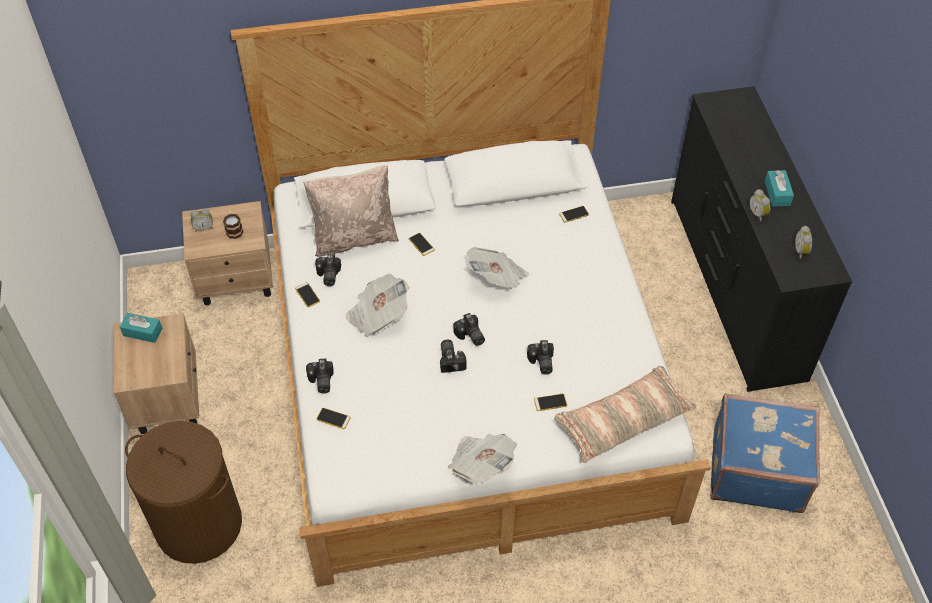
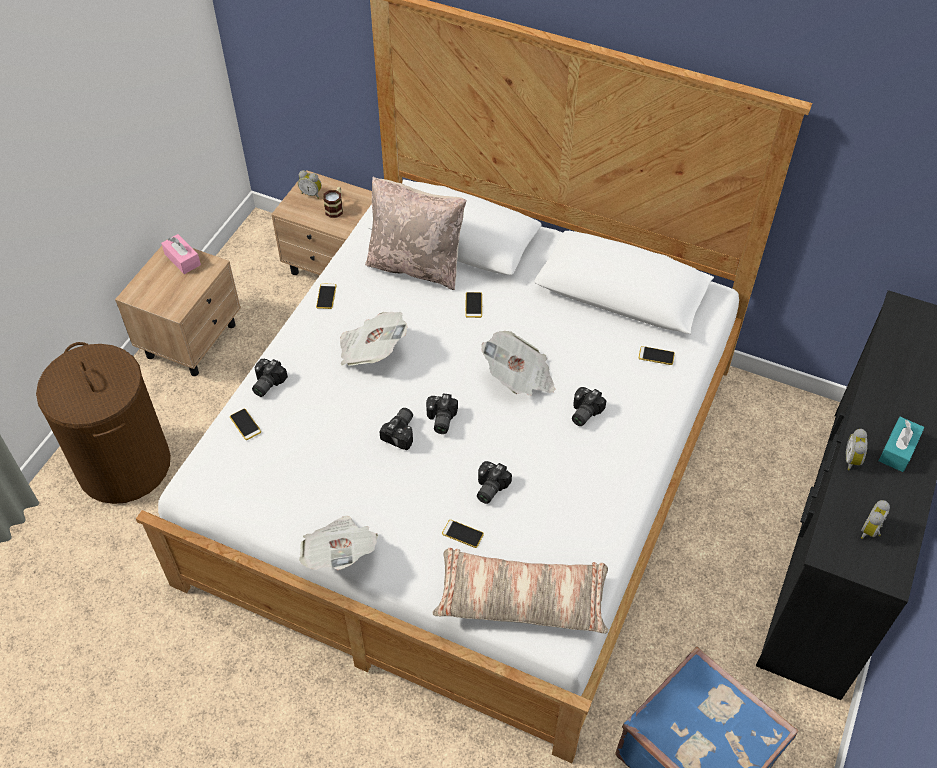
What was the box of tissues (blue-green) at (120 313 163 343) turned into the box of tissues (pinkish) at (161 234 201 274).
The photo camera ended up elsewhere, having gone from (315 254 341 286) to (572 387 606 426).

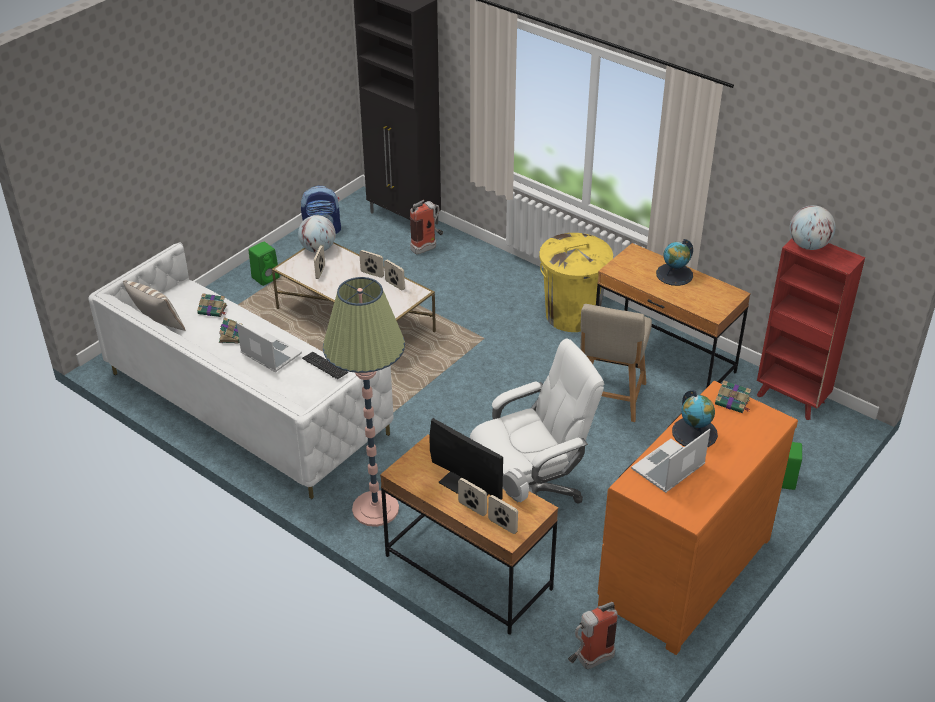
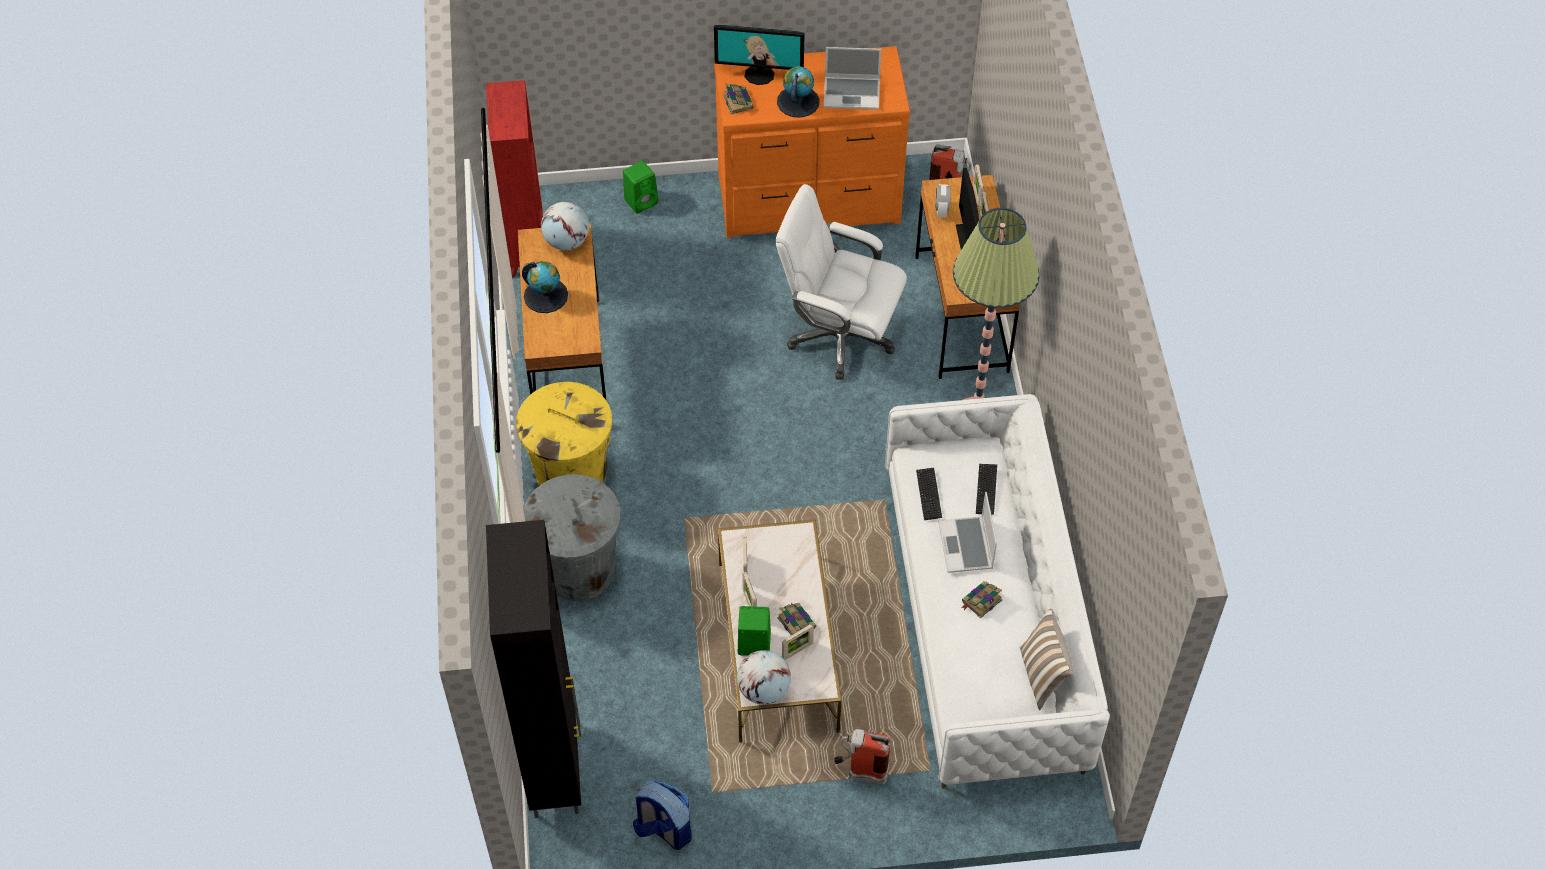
The volume ended up elsewhere, having gone from (197 293 227 317) to (777 603 816 635).
The audio speaker (green) ended up elsewhere, having gone from (249 242 280 286) to (738 606 771 656).
The fire extinguisher ended up elsewhere, having gone from (410 200 443 255) to (834 729 890 784).
The second view lost the plain chair (beige-coloured) at (580 304 652 422).
The globe ended up elsewhere, having gone from (790 205 835 250) to (541 202 589 250).
The second view gained the waste bin (grey) at (523 474 621 601).
The second view gained the computer screen at (714 25 805 85).
The second view gained the PC keyboard at (976 464 997 515).

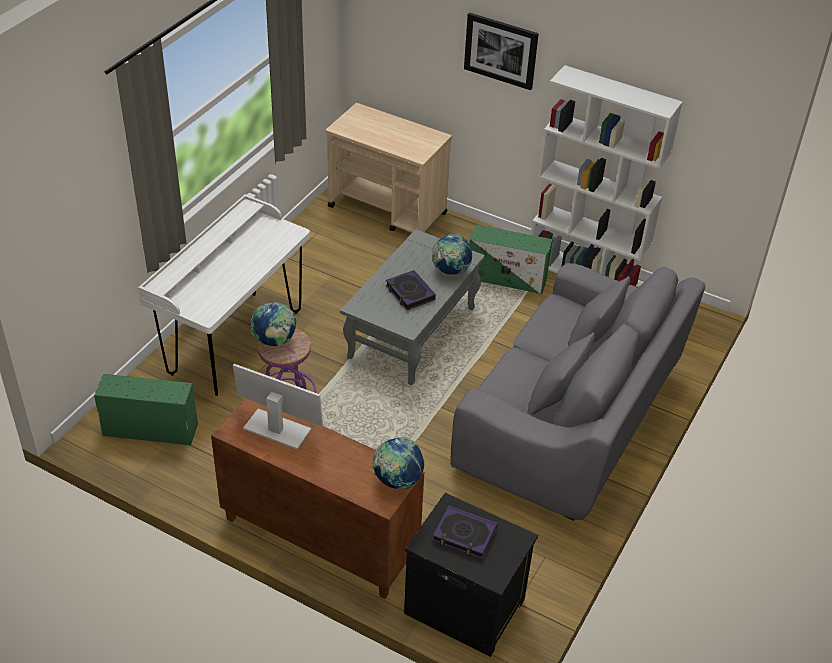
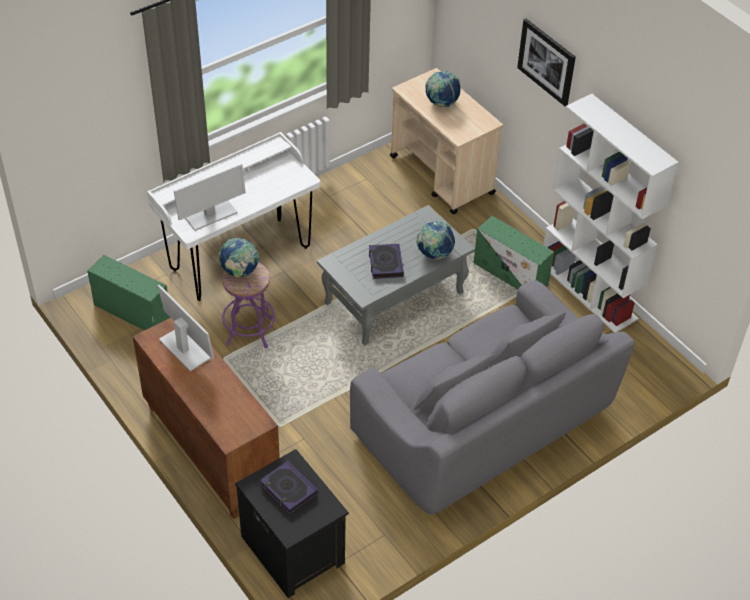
The globe ended up elsewhere, having gone from (372 437 424 489) to (425 71 460 108).
The second view gained the computer screen at (174 163 246 231).

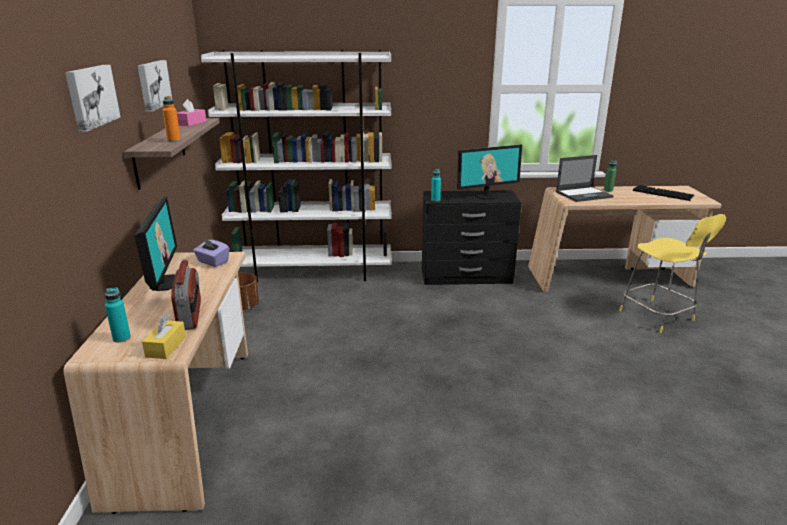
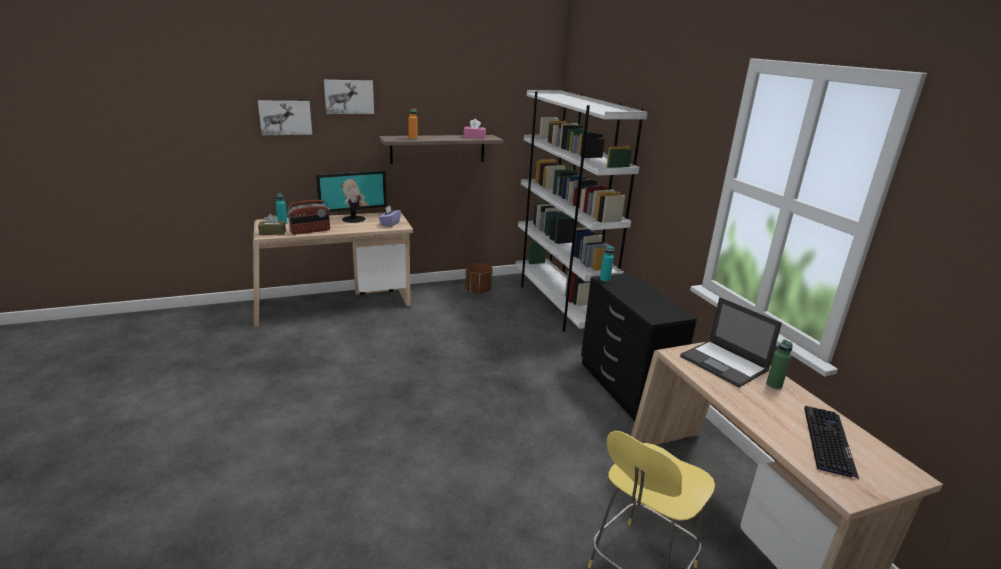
The wall picture ended up elsewhere, having gone from (138 60 172 112) to (258 101 312 135).
What was the box of tissues (yellow-coloured) at (142 314 186 359) turned into the box of tissues (brown-coloured) at (258 214 286 235).
The second view lost the computer screen at (457 144 522 200).

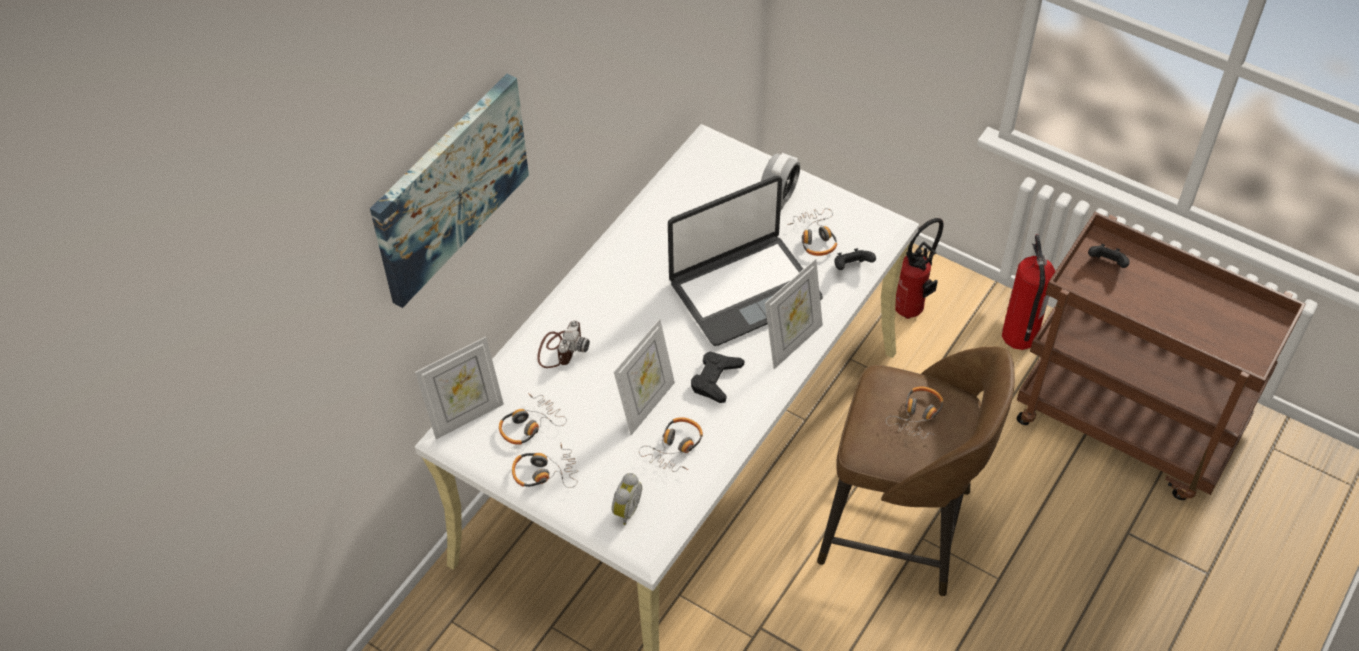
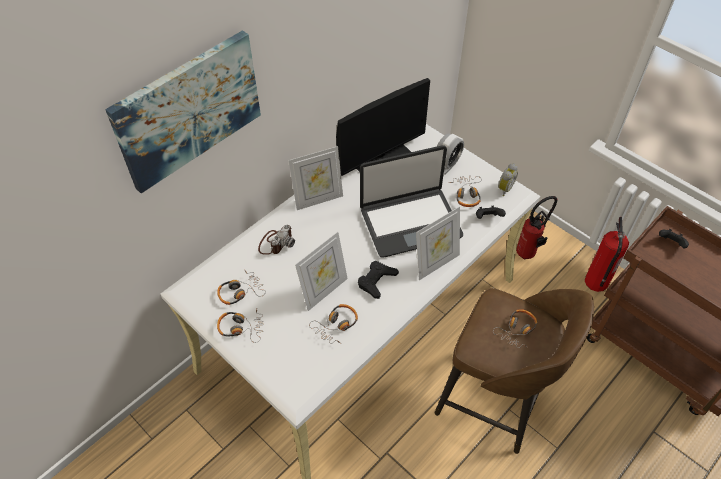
The standing frame ended up elsewhere, having gone from (415 337 504 439) to (289 146 343 210).
The table clock ended up elsewhere, having gone from (612 473 642 525) to (498 163 518 196).
The second view gained the computer screen at (336 78 430 176).

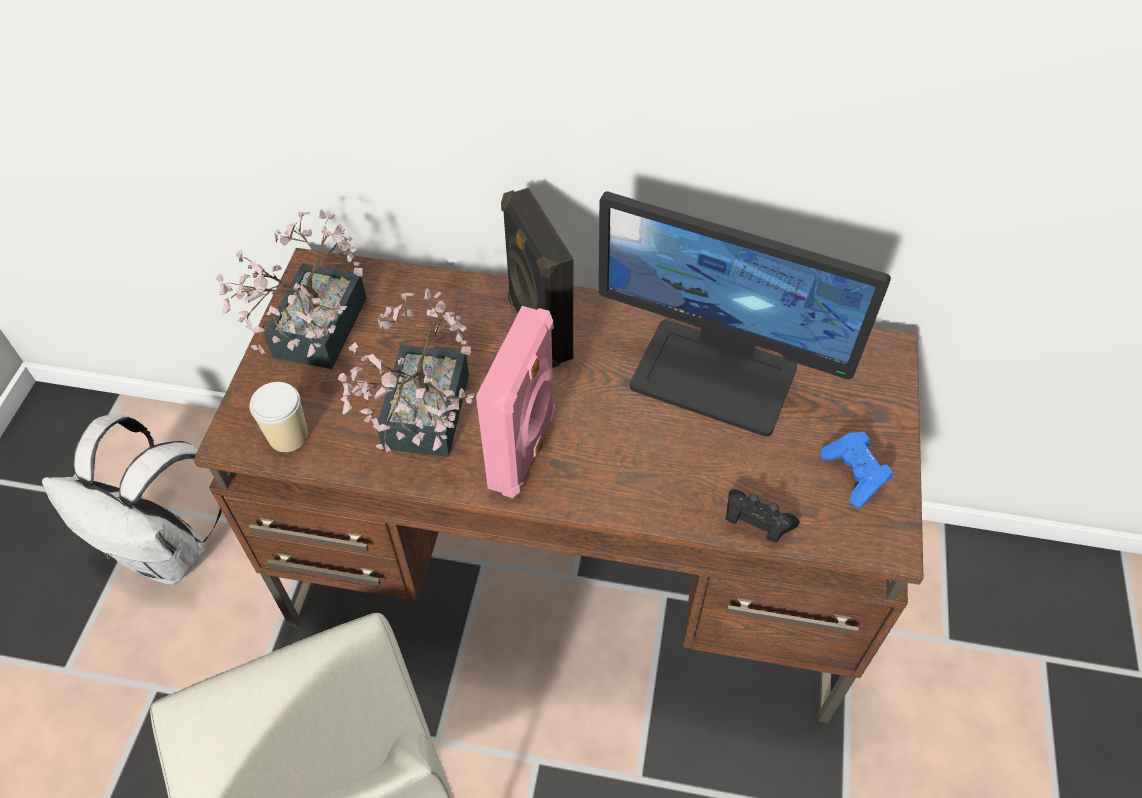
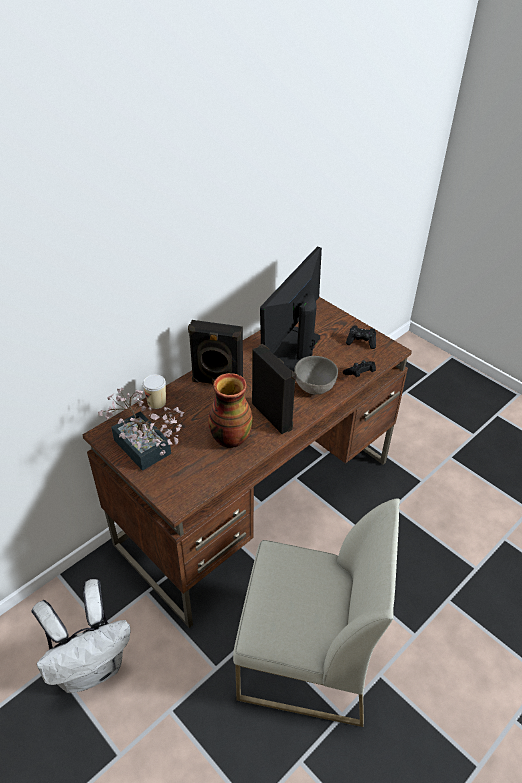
The small cup ended up elsewhere, having gone from (249 382 308 452) to (143 374 166 409).
Where the houseplant stood at (338 288 475 457), the decorative vase came to stand at (208 373 253 448).
What was the audio speaker (pinkish) at (476 306 555 498) turned into the audio speaker (blackish) at (252 344 297 434).
The computer screen at (599 191 891 437) ended up facing another way, 150 degrees clockwise from before.
What was the joypad (bluish) at (820 431 893 508) turned into the joypad (blackish) at (346 325 376 349).
The second view gained the deep dish (grey) at (294 356 338 395).

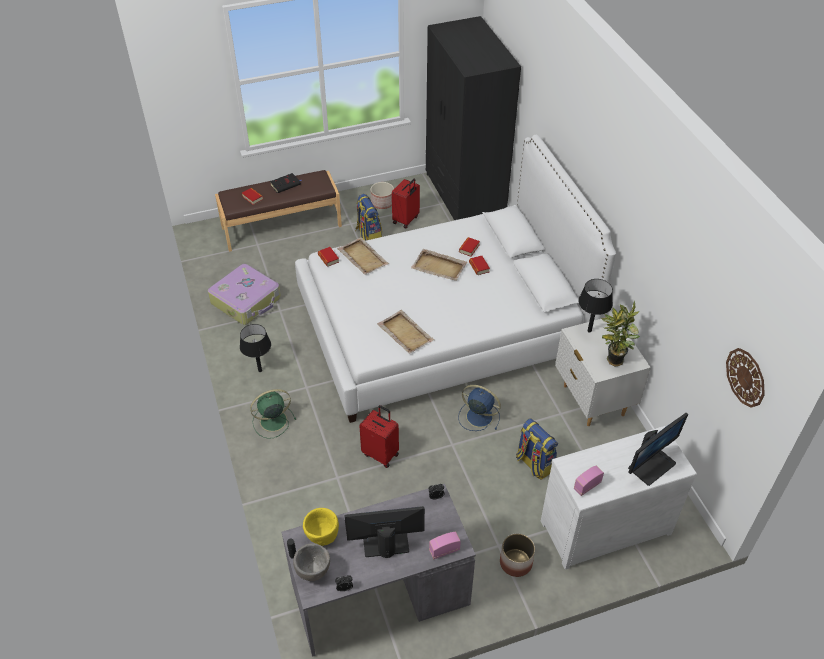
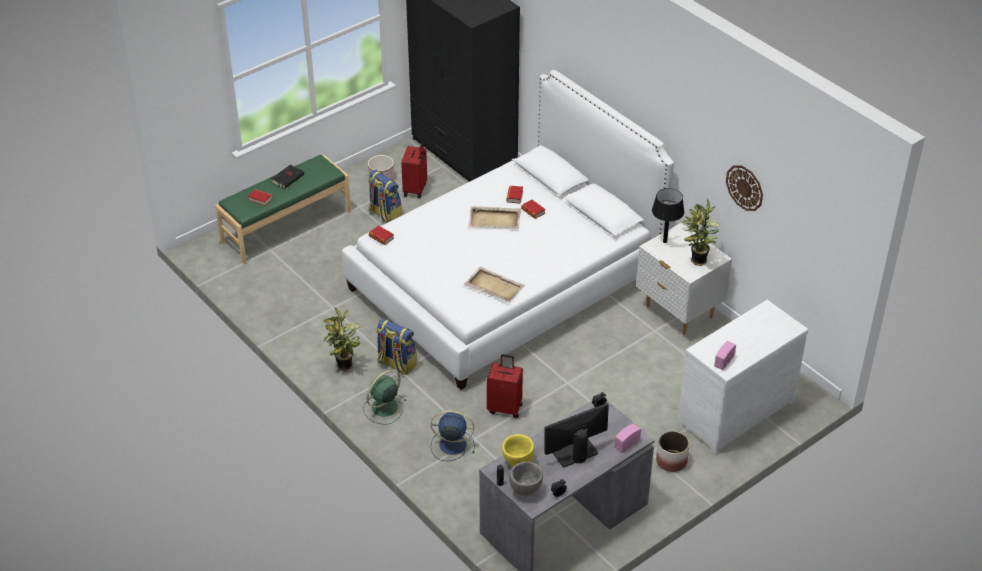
The second view lost the travel case at (208 264 281 325).
What was the bench (brown-coloured) at (215 170 342 252) turned into the bench (green) at (215 155 351 264).
Where the tabletop lamp (blackish) stood at (240 324 271 372), the houseplant came to stand at (323 307 361 371).
The second view lost the tray (beige-coloured) at (337 237 389 275).
The cooling fan (bluish) ended up elsewhere, having gone from (458 385 501 431) to (431 410 475 461).
The knapsack ended up elsewhere, having gone from (516 418 558 480) to (376 318 417 375).
The second view lost the computer screen at (628 413 688 486).
The clock on the wall ended up elsewhere, having gone from (726 348 765 408) to (726 165 763 211).

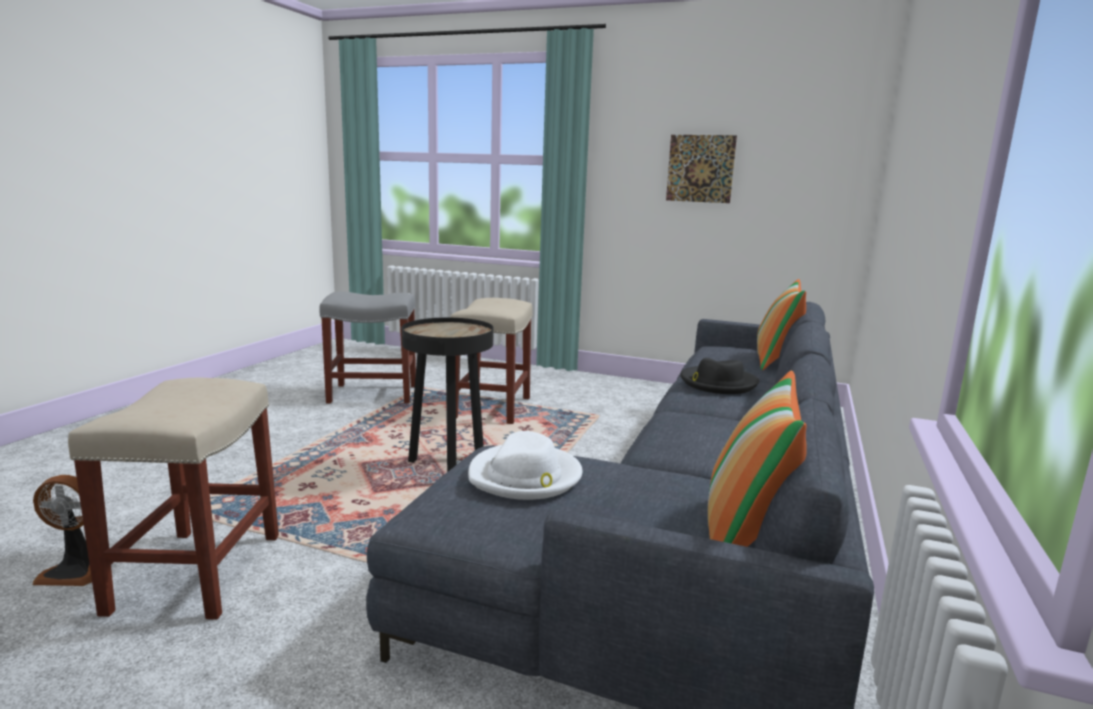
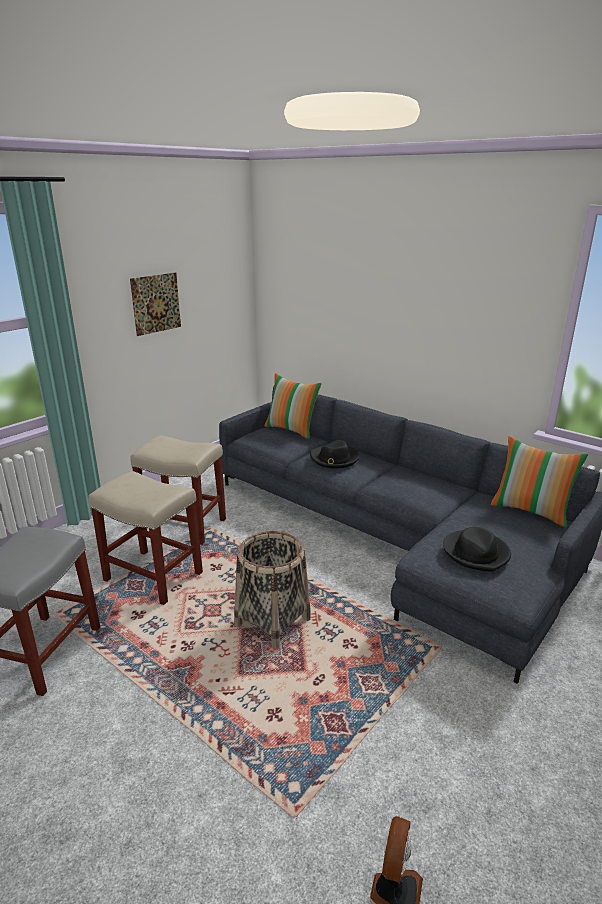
The stool (beige-coloured) ended up elsewhere, having gone from (68 378 279 620) to (130 435 226 545).
Where the accent table (blackish) stood at (402 318 494 472), the storage basket came to stand at (234 531 311 649).
What was the clothing hat (white-coloured) at (468 431 583 500) turned into the clothing hat (blackish) at (443 527 511 572).

